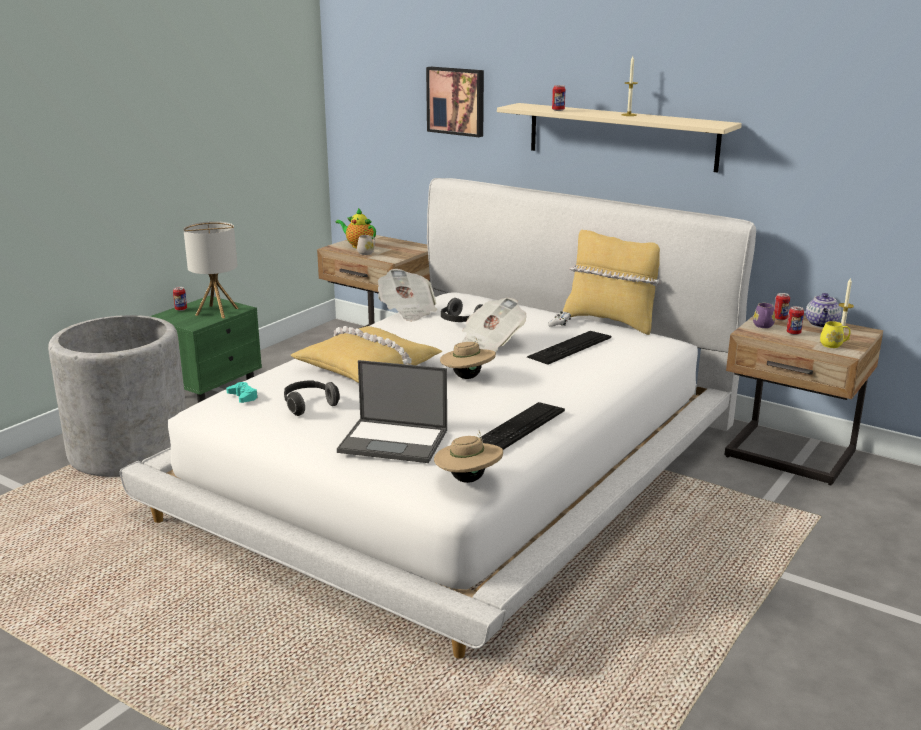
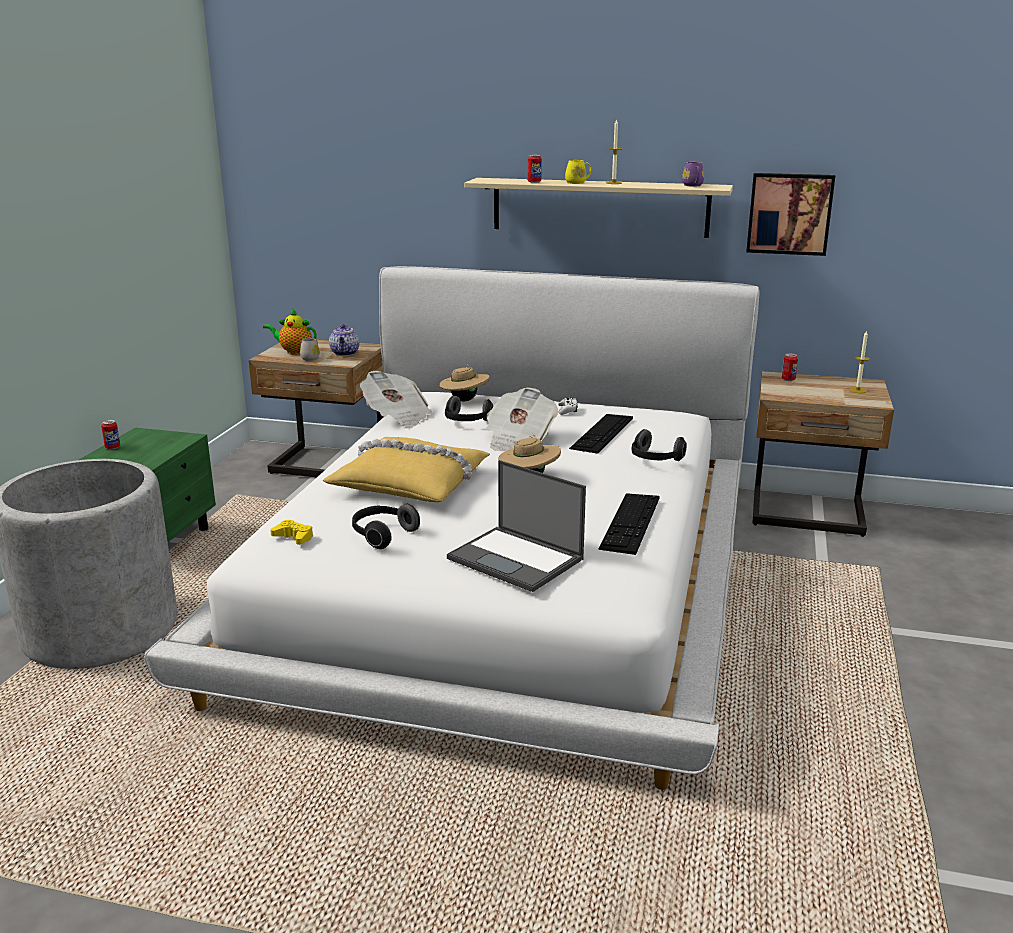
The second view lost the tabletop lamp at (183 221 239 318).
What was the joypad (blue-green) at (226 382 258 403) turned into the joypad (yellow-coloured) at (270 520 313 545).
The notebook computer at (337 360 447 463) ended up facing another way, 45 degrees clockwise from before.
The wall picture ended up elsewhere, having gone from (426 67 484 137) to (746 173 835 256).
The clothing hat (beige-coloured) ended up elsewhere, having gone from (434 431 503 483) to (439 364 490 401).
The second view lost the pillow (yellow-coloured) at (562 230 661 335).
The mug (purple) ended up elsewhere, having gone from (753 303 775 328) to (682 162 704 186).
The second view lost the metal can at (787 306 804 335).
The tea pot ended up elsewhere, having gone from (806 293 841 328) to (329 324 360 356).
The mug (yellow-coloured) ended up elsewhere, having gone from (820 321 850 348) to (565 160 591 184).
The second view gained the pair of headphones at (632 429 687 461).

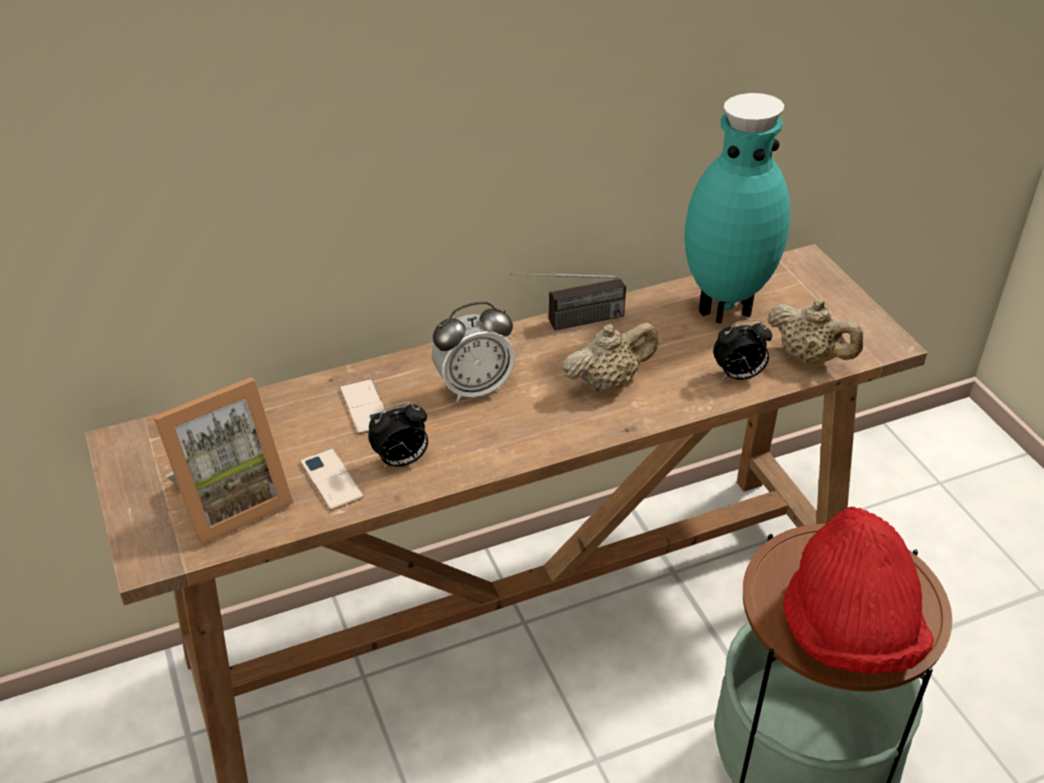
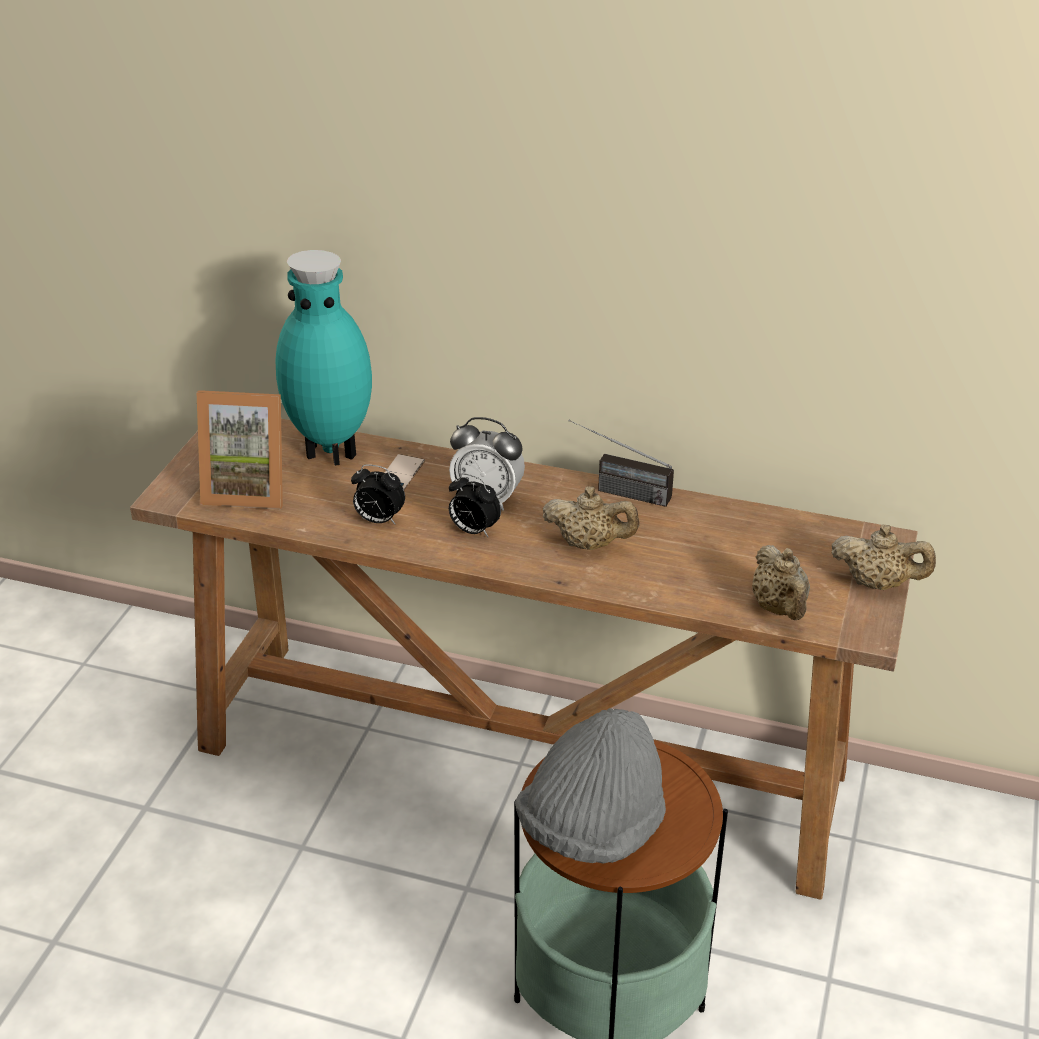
The second view lost the phone at (300 448 364 511).
The decorative vase (blue-green) ended up elsewhere, having gone from (684 93 790 324) to (275 250 372 466).
The table clock ended up elsewhere, having gone from (713 319 772 380) to (449 473 501 537).
What was the clothing hat (reddish) at (783 507 934 674) turned into the clothing hat (grey) at (515 708 666 864).
The second view gained the tea pot (beige-coloured) at (832 525 936 590).

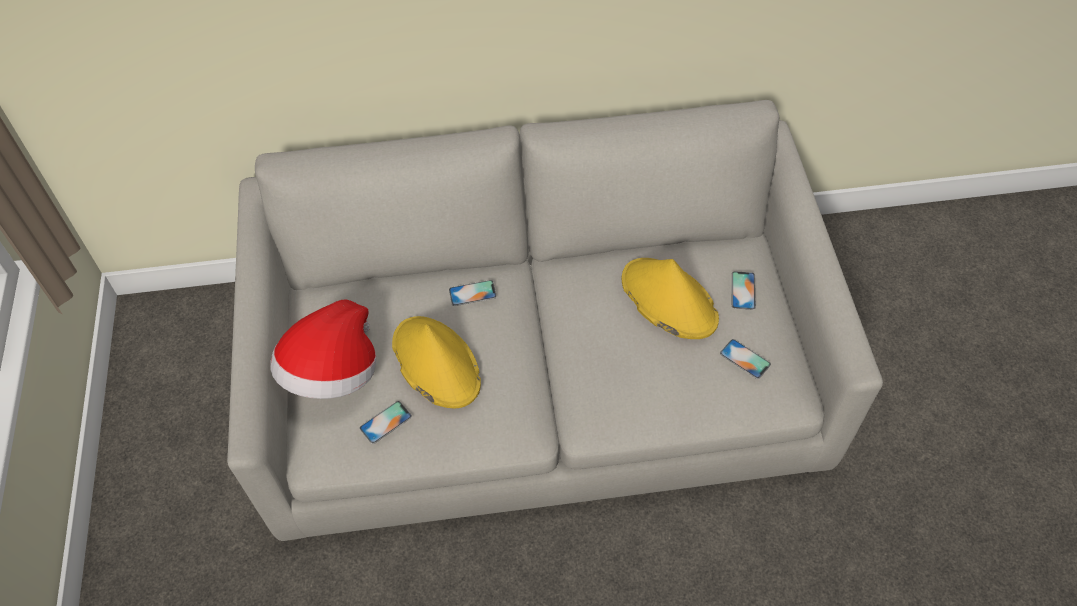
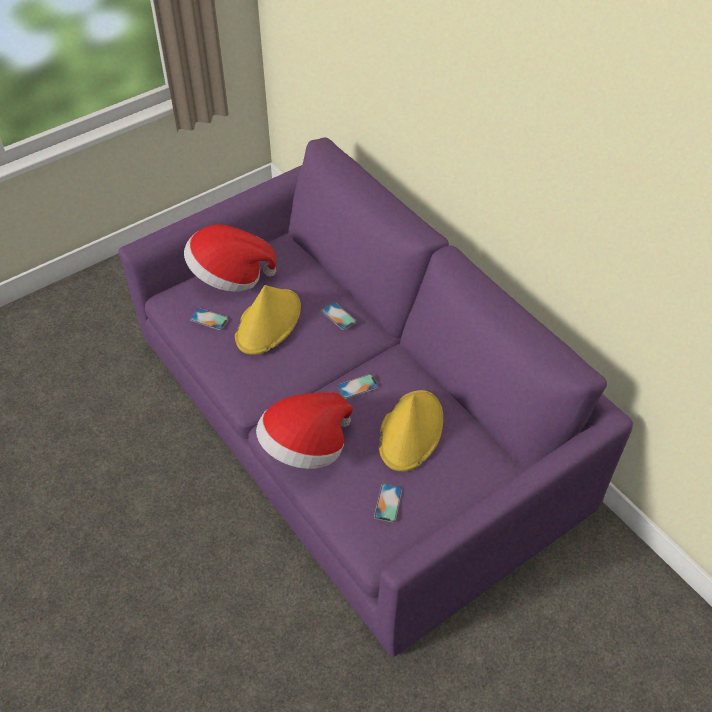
What was the settee (grey) at (227 100 883 541) turned into the settee (purple) at (119 137 633 657).
The phone ended up elsewhere, having gone from (732 271 756 310) to (337 374 379 399).
The second view gained the clothing hat at (256 392 353 469).

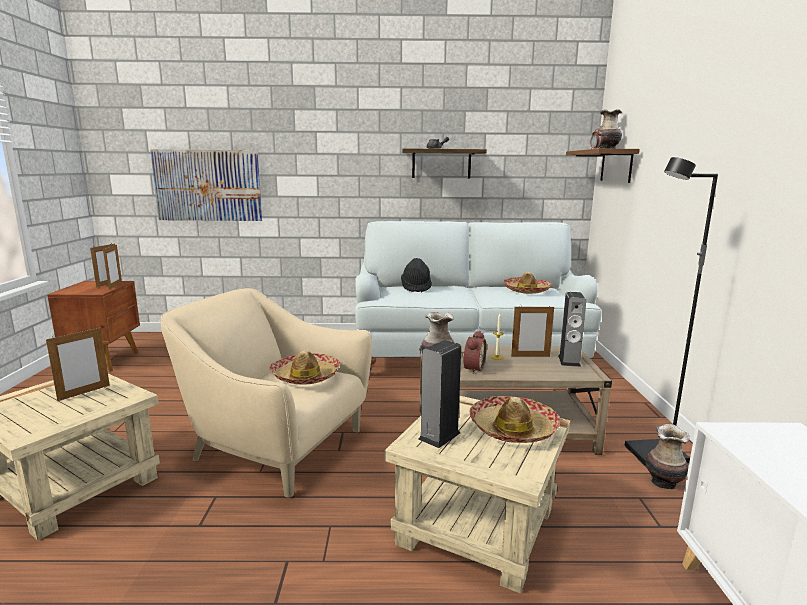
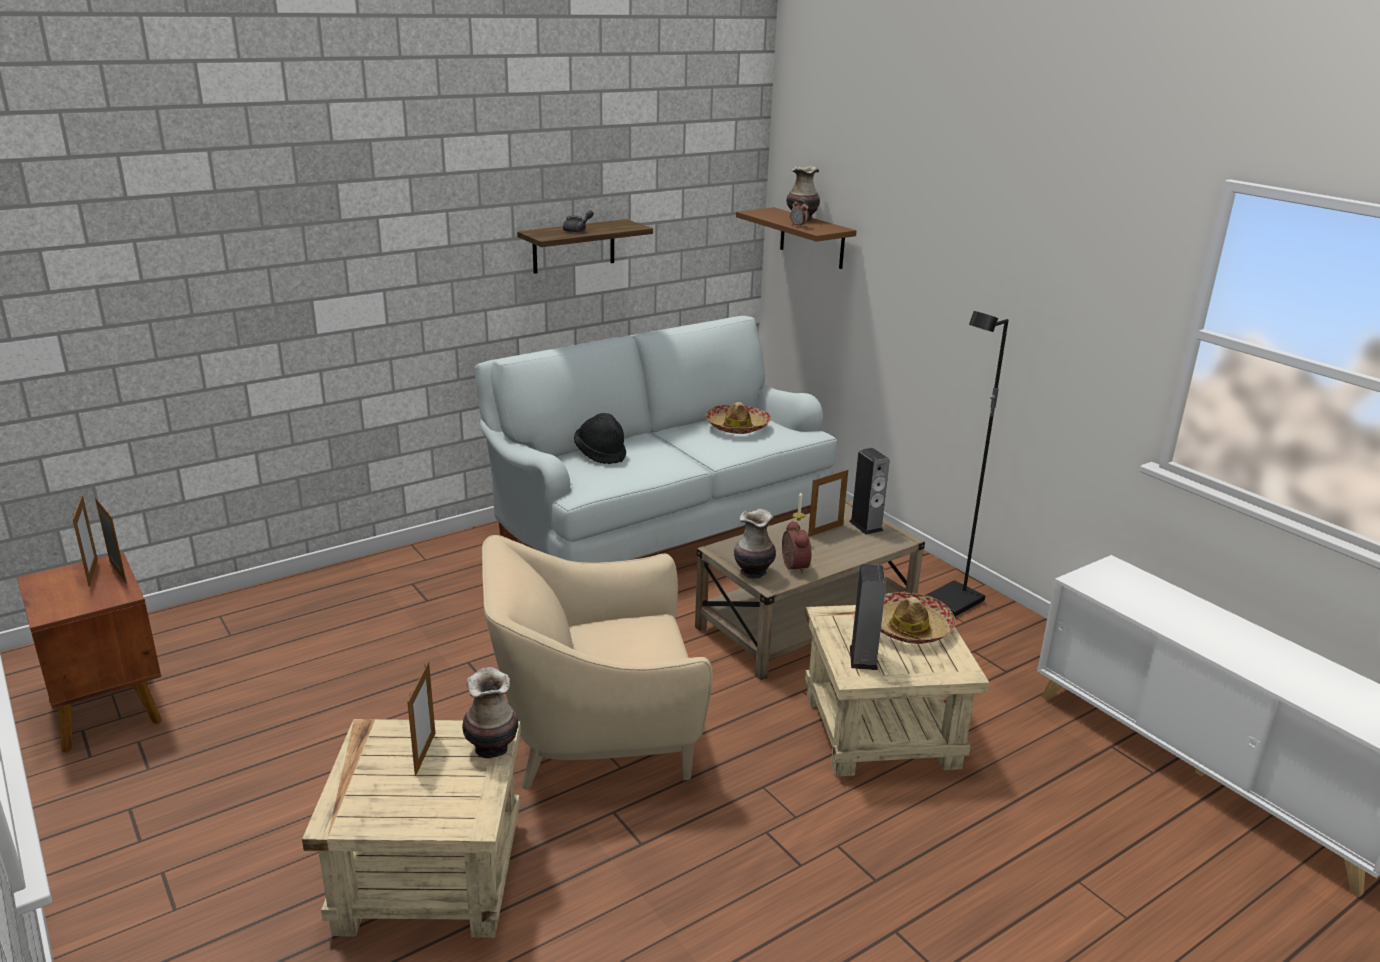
The second view lost the wall picture at (150 149 262 221).
The second view lost the clothing hat at (269 350 340 384).
The decorative vase ended up elsewhere, having gone from (646 424 689 489) to (462 667 519 759).

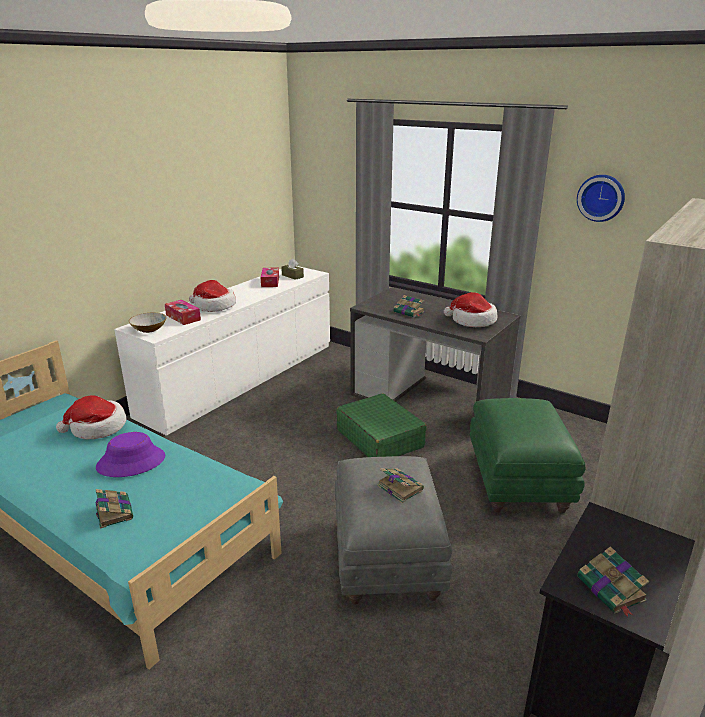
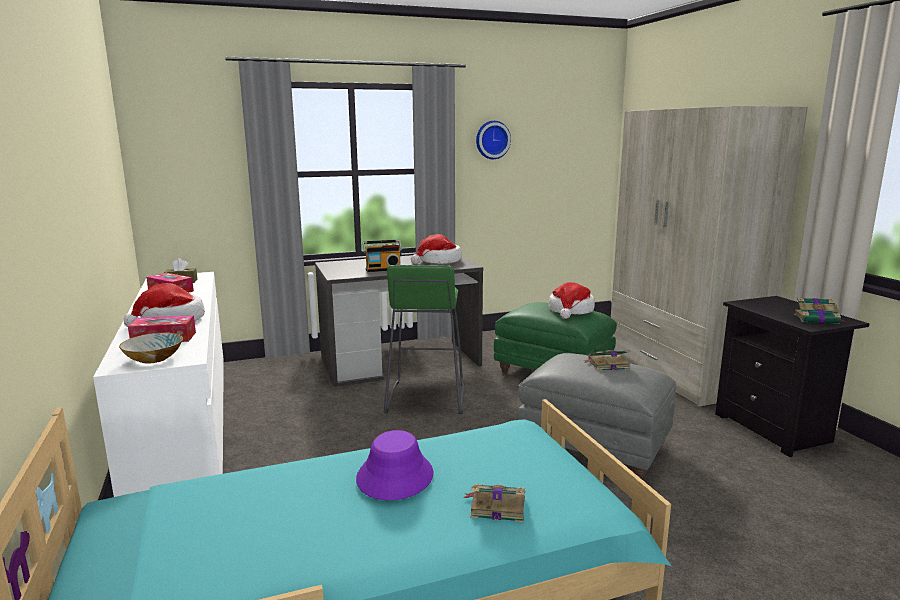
The clothing hat ended up elsewhere, having gone from (56 395 126 439) to (549 282 595 319).
Where the travel case (green) stood at (336 393 427 457), the stool (green) came to stand at (384 265 465 414).
Where the volume stood at (393 295 425 318), the radio receiver came to stand at (363 240 402 272).

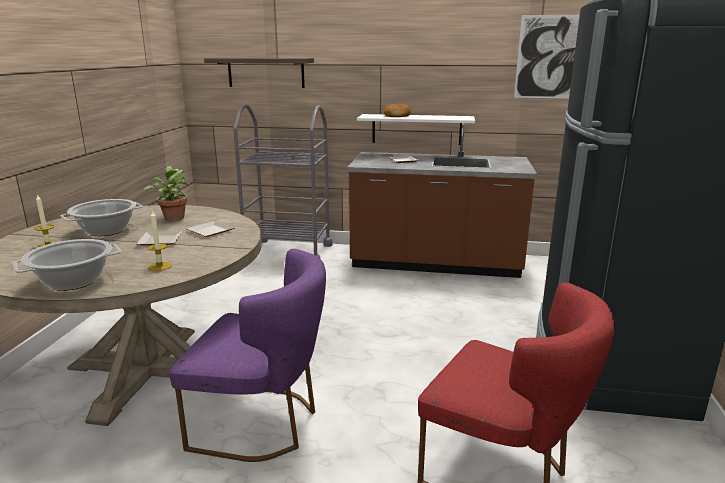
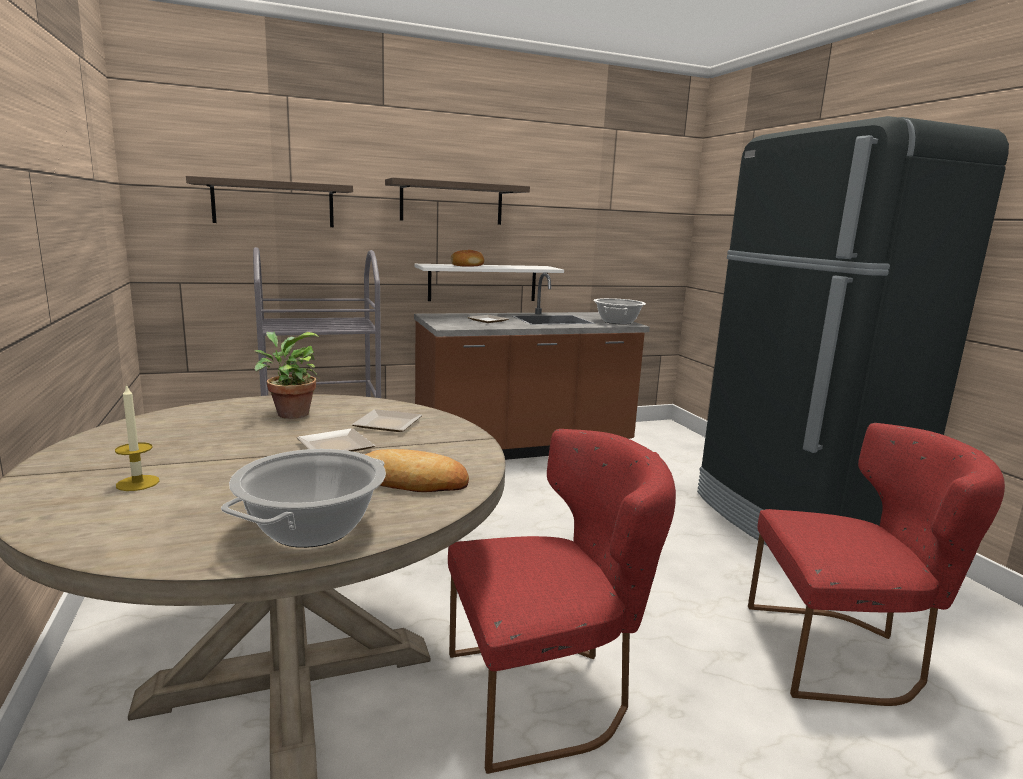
The saucepot ended up elsewhere, having gone from (61 199 143 236) to (593 298 646 325).
Where the candle stood at (147 211 172 271), the bakery bread came to stand at (365 449 469 492).
What was the plain chair (purple) at (169 249 326 462) turned into the plain chair (reddish) at (448 429 676 774).
The second view lost the wall picture at (514 15 580 98).
The second view gained the wall shelf at (385 177 530 225).

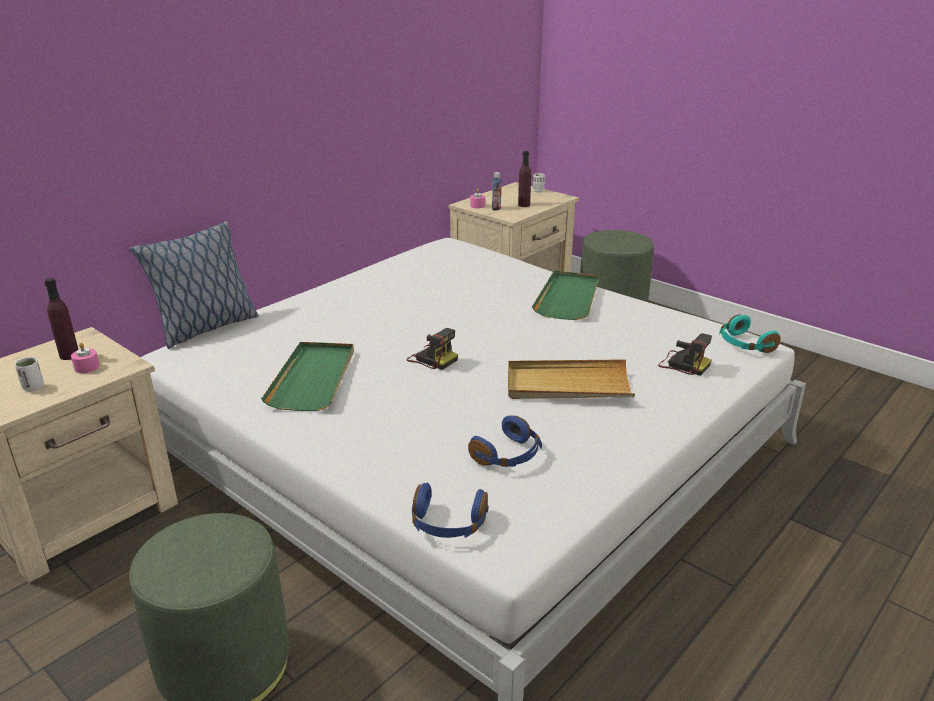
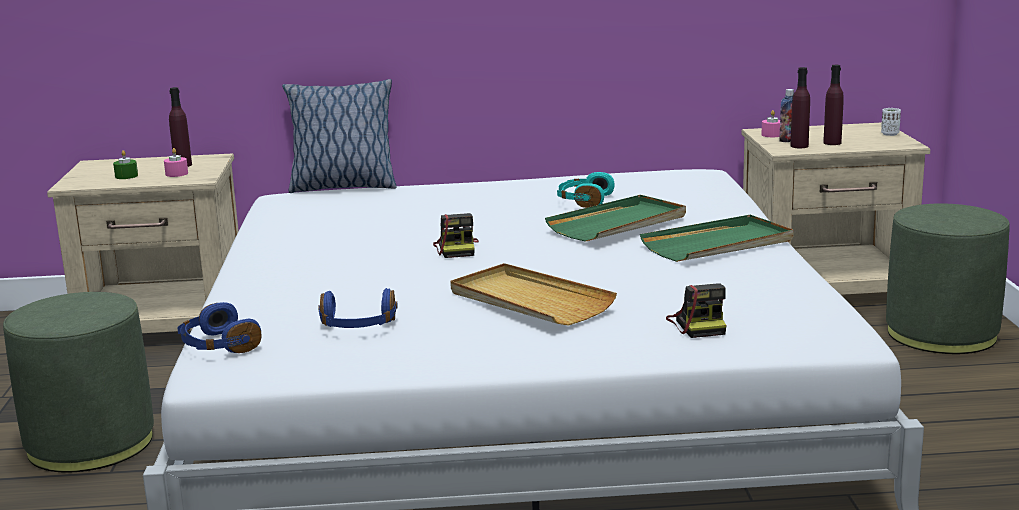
Where the small cup (white-coloured) stood at (15 357 44 391), the candle (green) came to stand at (113 150 138 179).
The tray (green) ended up elsewhere, having gone from (261 342 354 411) to (545 195 686 242).
The pair of headphones (blue-green) ended up elsewhere, having gone from (719 315 781 353) to (557 172 614 208).
The second view gained the drink bottle (purple) at (791 67 810 148).

